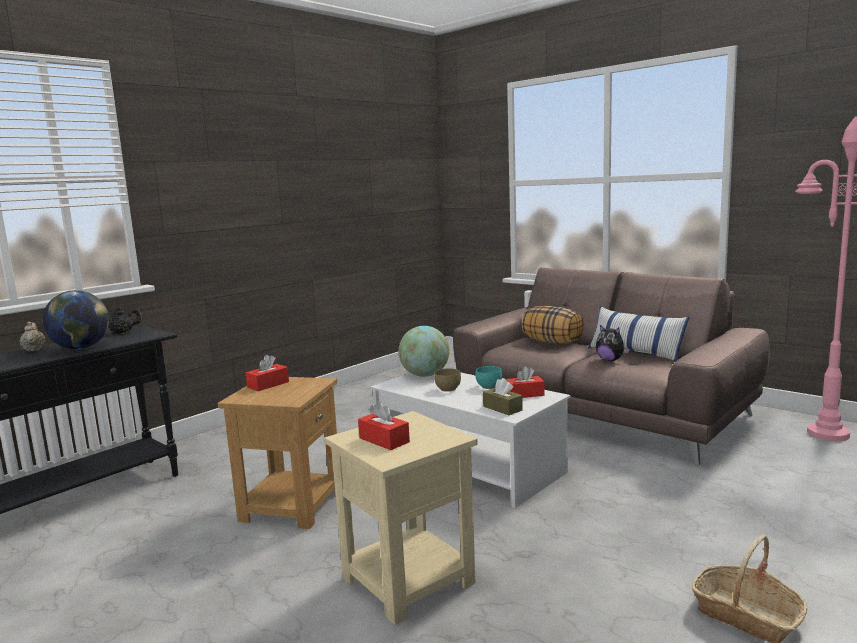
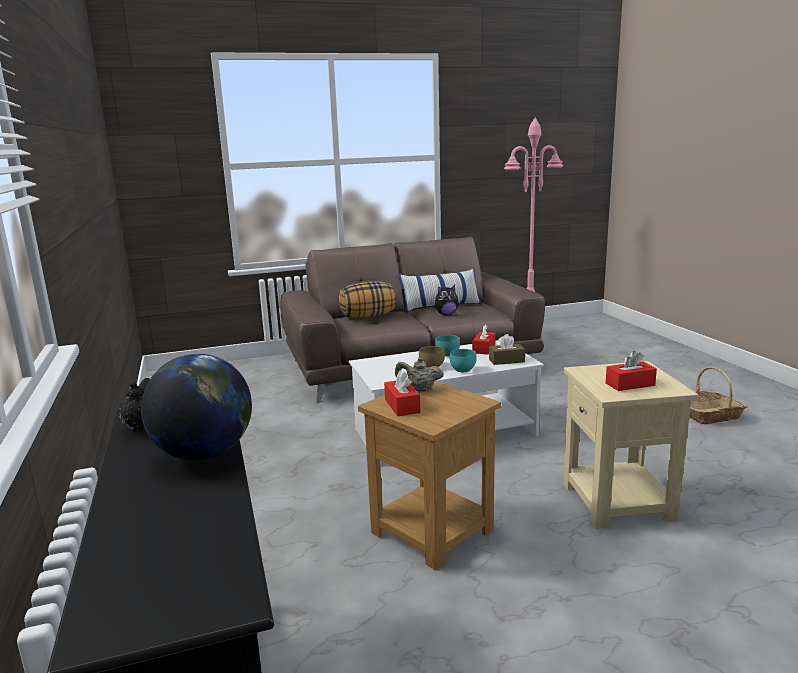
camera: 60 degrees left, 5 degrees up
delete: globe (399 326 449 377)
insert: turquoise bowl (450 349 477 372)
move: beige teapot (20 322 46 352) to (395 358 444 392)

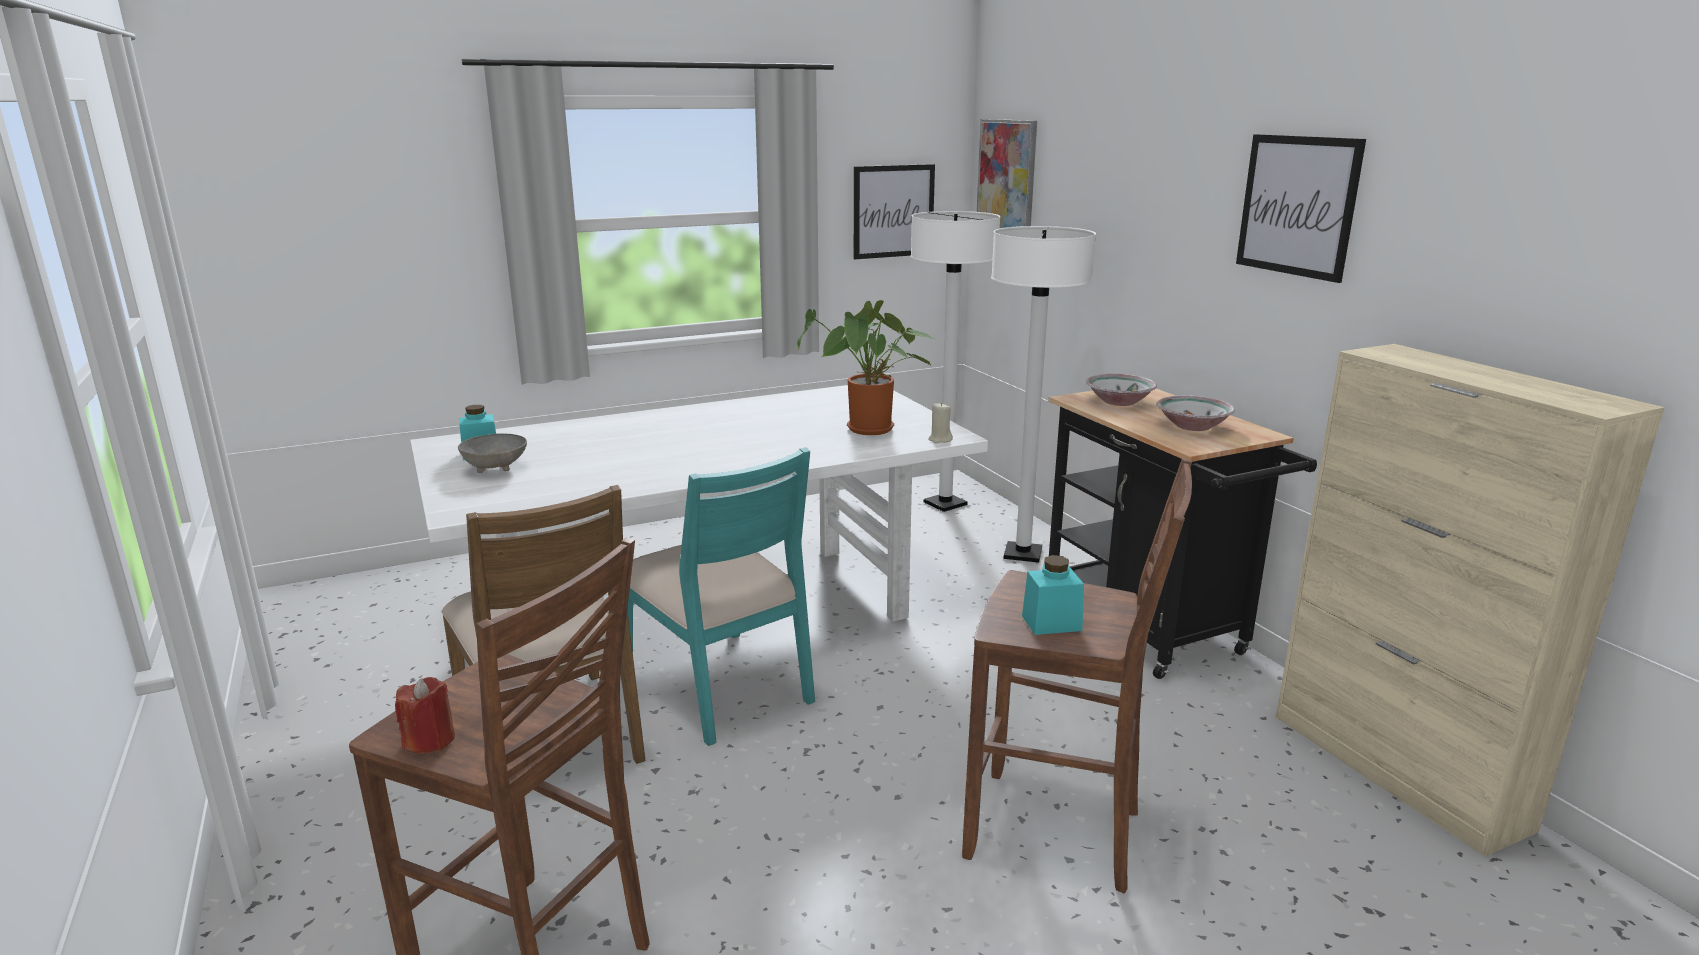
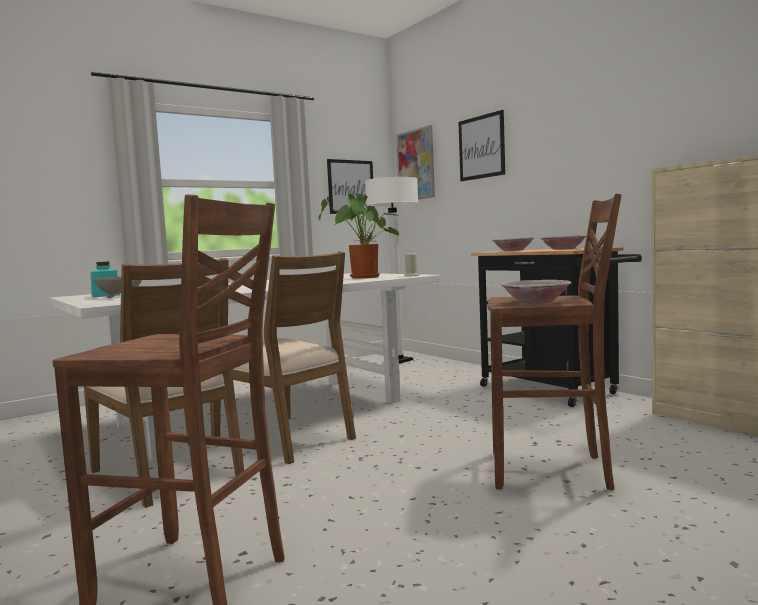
camera: 10 degrees left, 15 degrees down
delete: red candle (395 677 455 754); white floor lamp (991 226 1096 563)
move: picture (1236 134 1366 283) to (458 110 505 181)
replace: turquoise jar (1022 555 1084 635) to bowl (501 280 571 304)
recolor: turquoise chair (627 447 815 746) to brown chair (210 251 356 464)

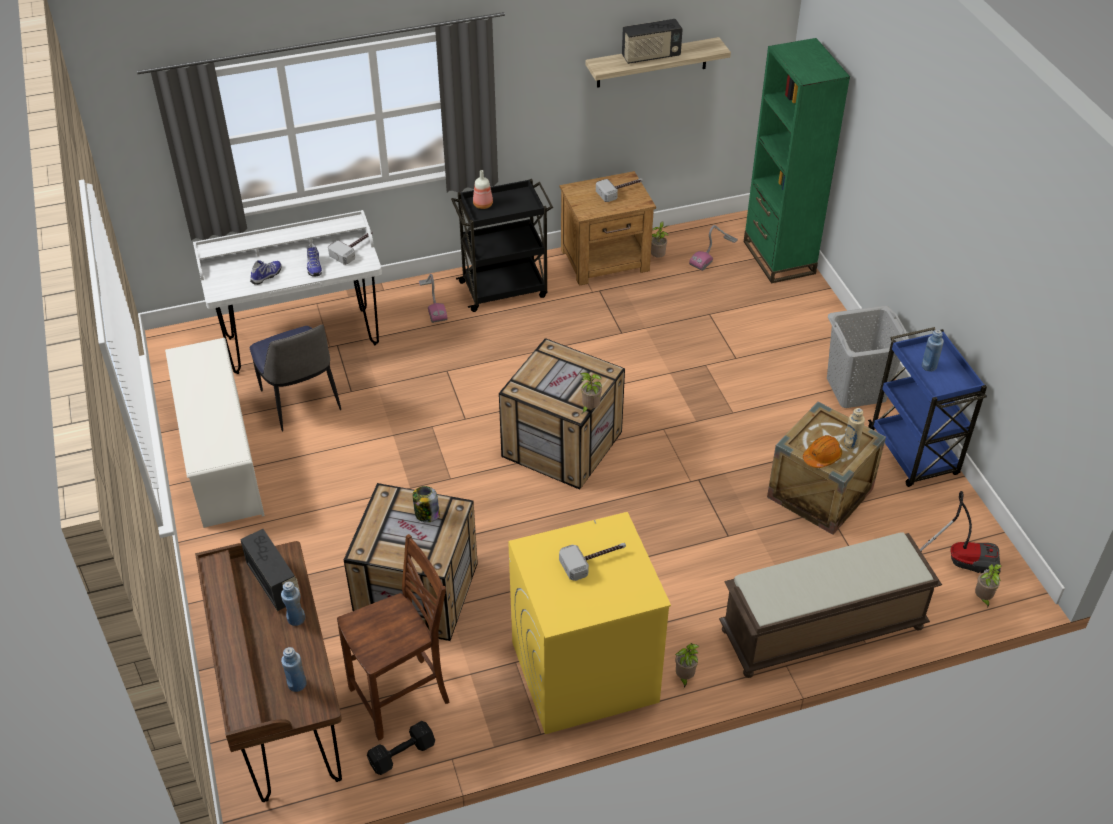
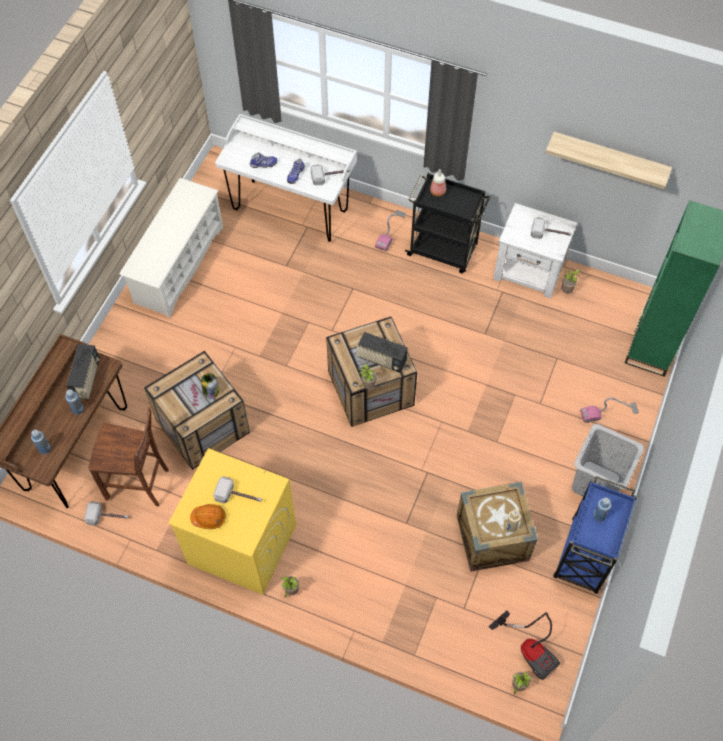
camera: 40 degrees right, 15 degrees up
delete: chair (250 324 341 432); brown bench (719 532 942 678)
move: radio (622 19 683 64) to (357 332 408 373); vacuum cleaner (689 225 738 270) to (580 397 639 423); orange hard hat (803 435 842 468) to (190 504 226 529)
replace: black dumbbell (367 721 435 775) to hammer (84 501 129 525)
recolor: brown nightstand (560 171 656 286) to white nightstand (493 203 577 298)

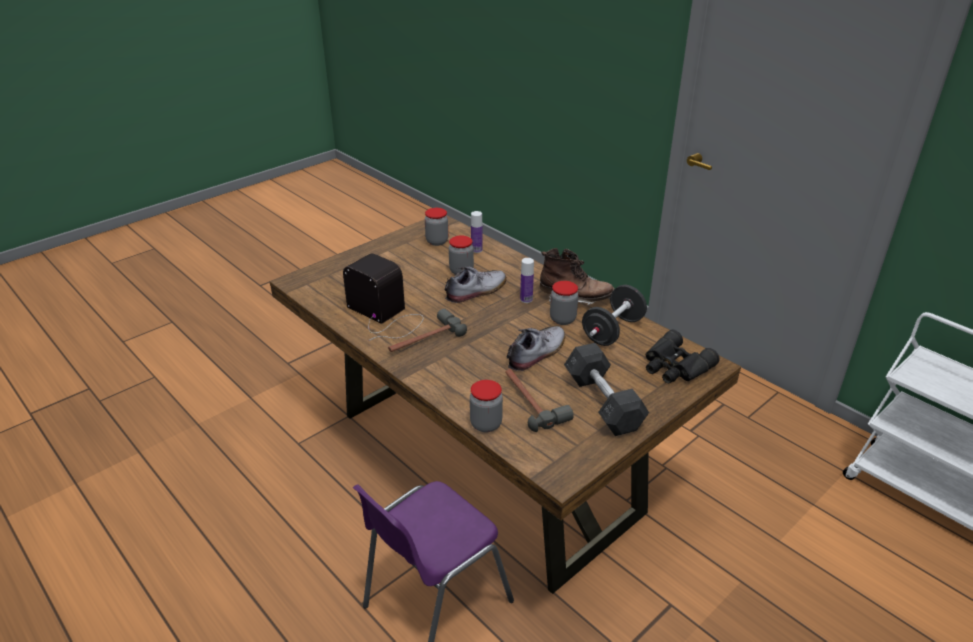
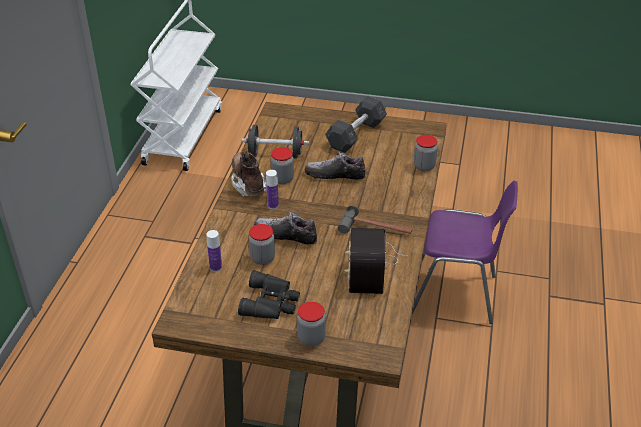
camera: 125 degrees left, 5 degrees up
delete: hammer (505 369 574 432)
move: jar (425 208 448 246) to (297 302 326 346); black binoculars (646 330 719 384) to (238 270 300 319)

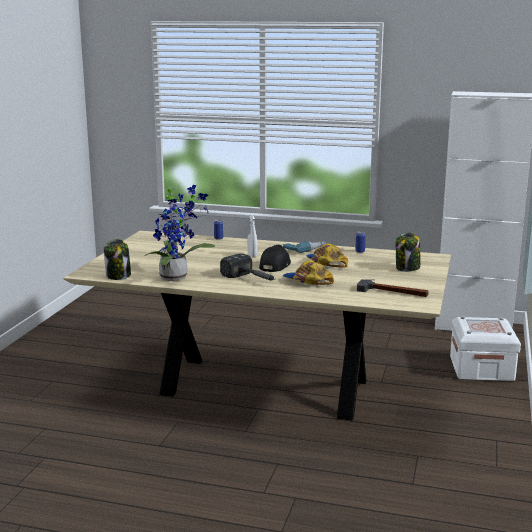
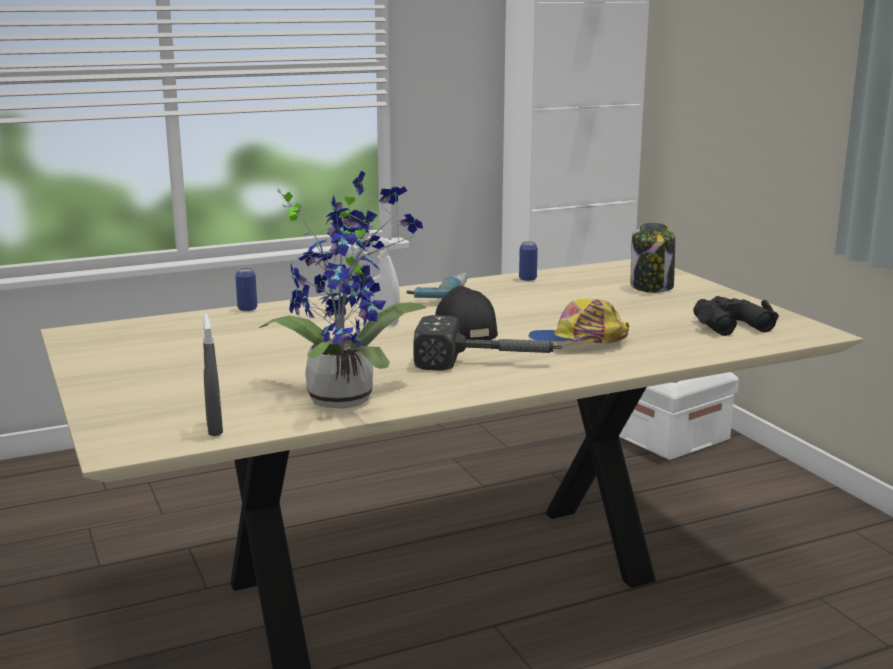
camera: 40 degrees left, 0 degrees up
delete: cap (306 244 348 268)
replace: jar (104 239 131 280) to grey spray bottle (203 314 223 436); hammer (357 279 429 297) to black binoculars (693 296 779 336)

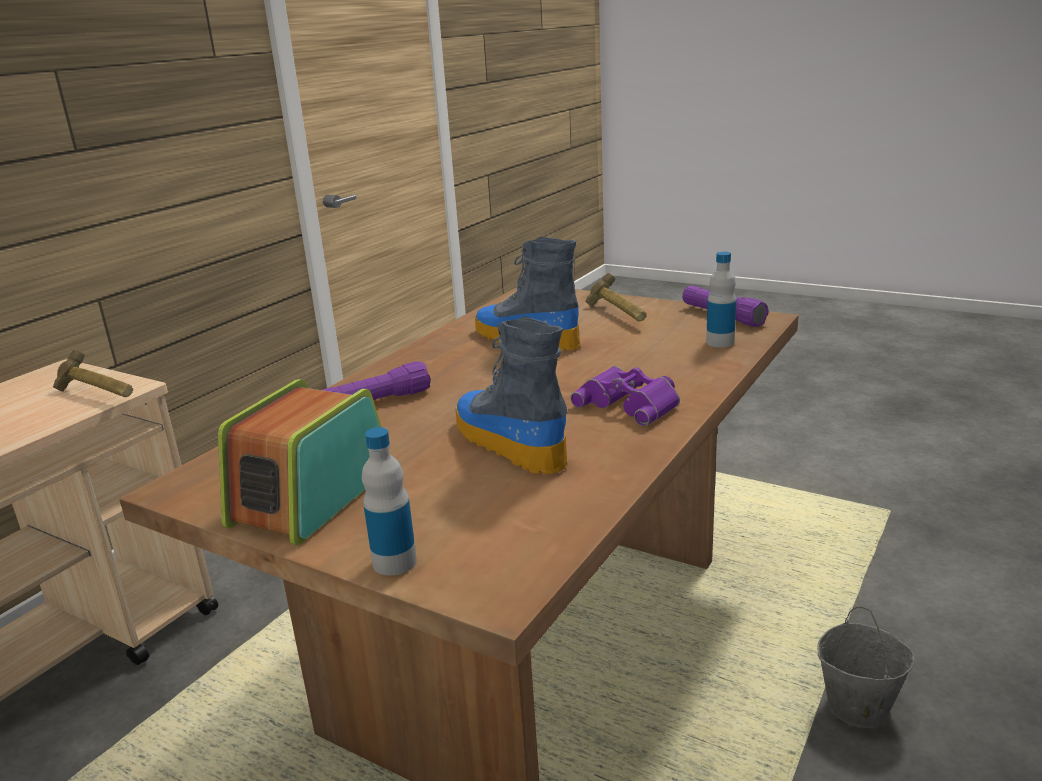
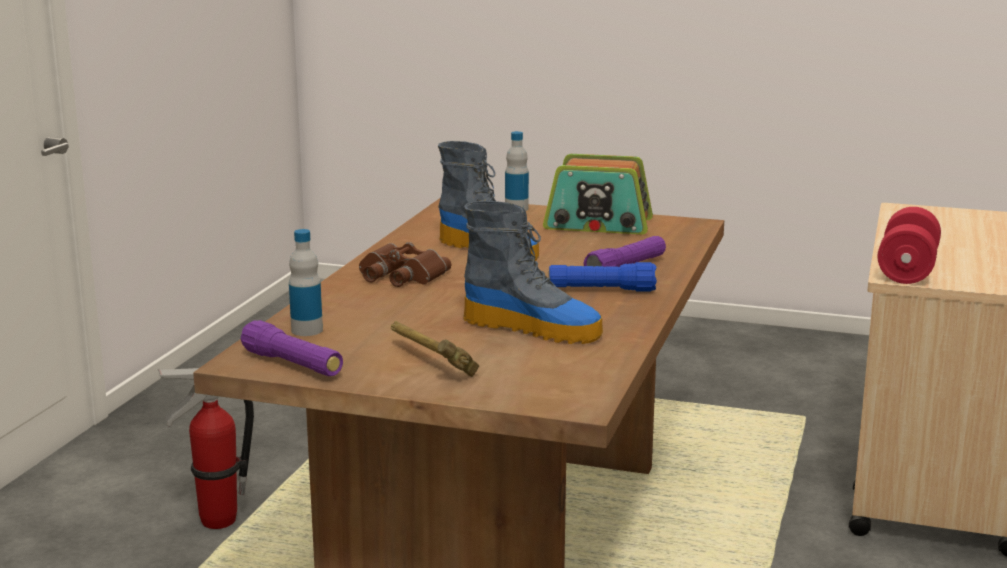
camera: 165 degrees right, 5 degrees down
insert: blue flashlight (549 262 657 292)
replace: hammer (53 350 133 397) to red dumbbell (878 207 941 284); grey bucket (817 607 915 728) to fire extinguisher (158 368 254 529)
recolor: purple binoculars (571 366 680 426) to brown binoculars (359 242 451 287)
rotate: radio (218 379 382 545) = (543 154 653 234) 90 degrees clockwise

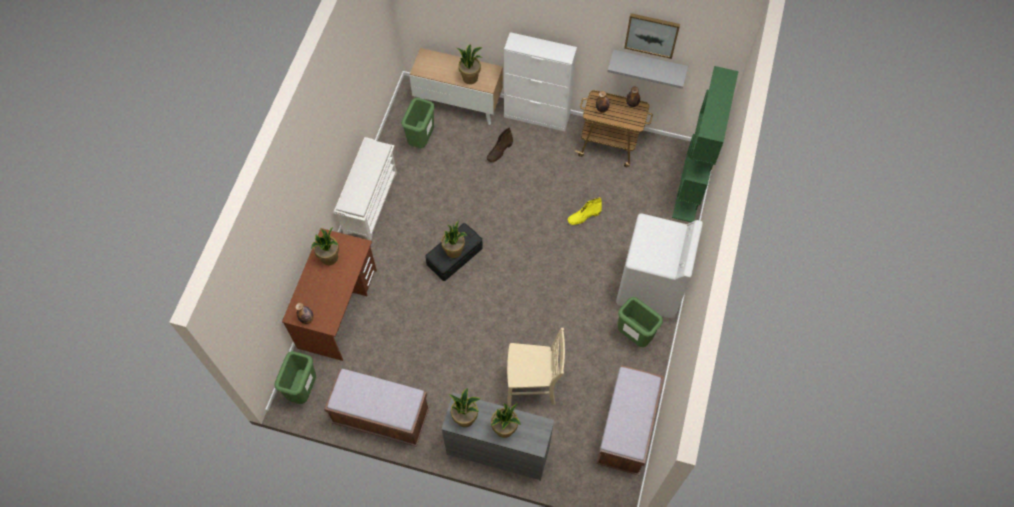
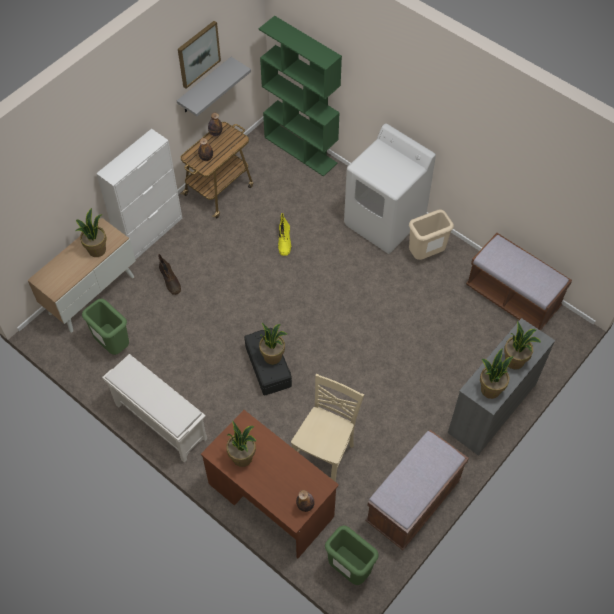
camera: 65 degrees left, 5 degrees down
move: beige chair (507 328 565 405) to (291 374 364 482)
recolor: green trash can (618 297 663 347) to beige trash can (409 209 454 260)

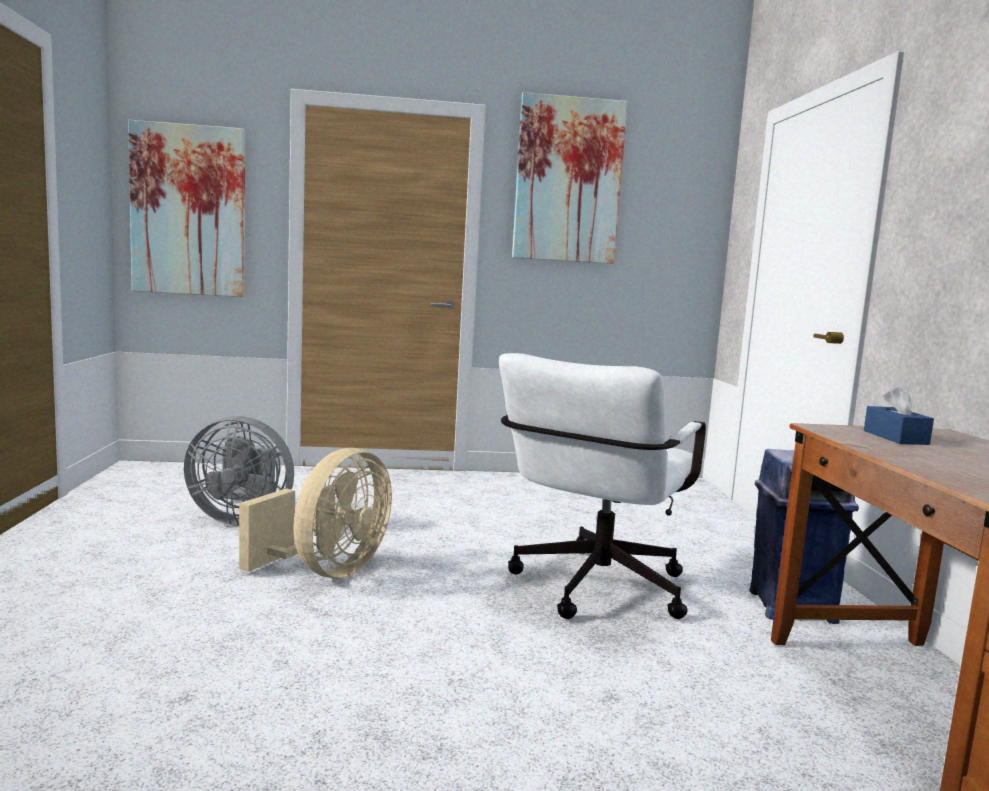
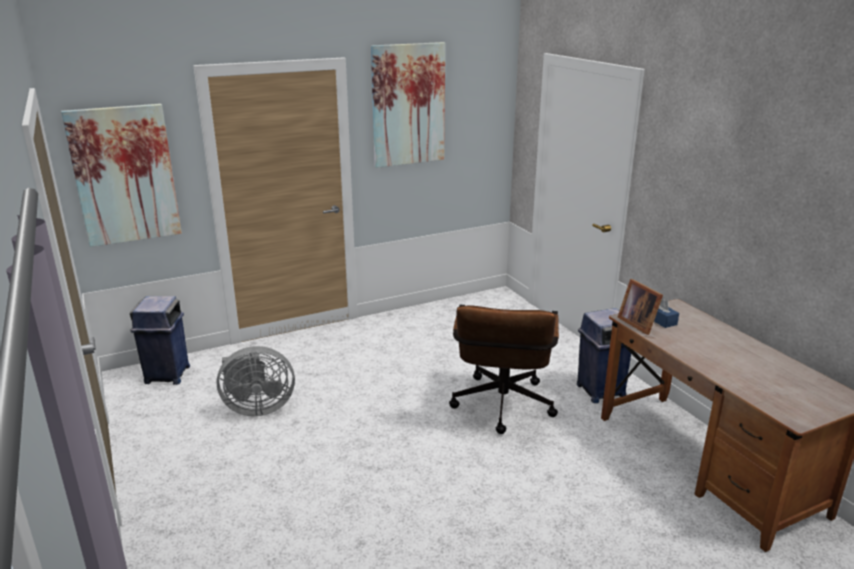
camera: 20 degrees left, 15 degrees up
delete: beige fan (239 448 392 578)
insert: blue trash can (130 296 190 385); picture frame (618 279 663 335)
recolor: white office chair (499 353 706 619) to brown office chair (449 305 559 434)

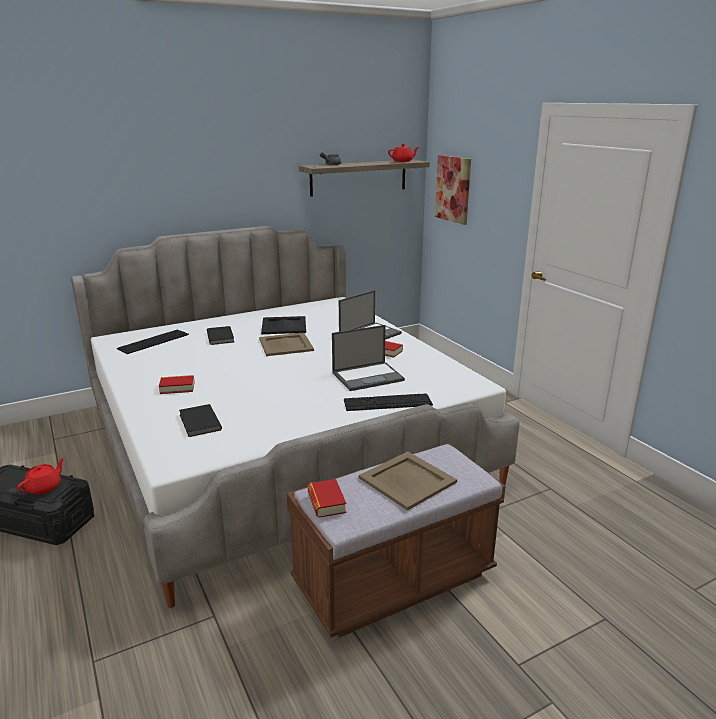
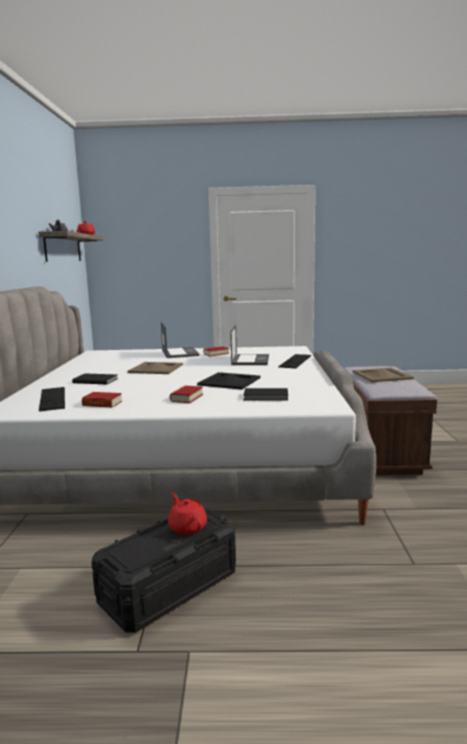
camera: 60 degrees left, 10 degrees down
delete: picture (435 155 471 225)
move: black tray (261 316 306 334) to (197 372 261 390); book (308 479 346 518) to (82 392 122 408)

